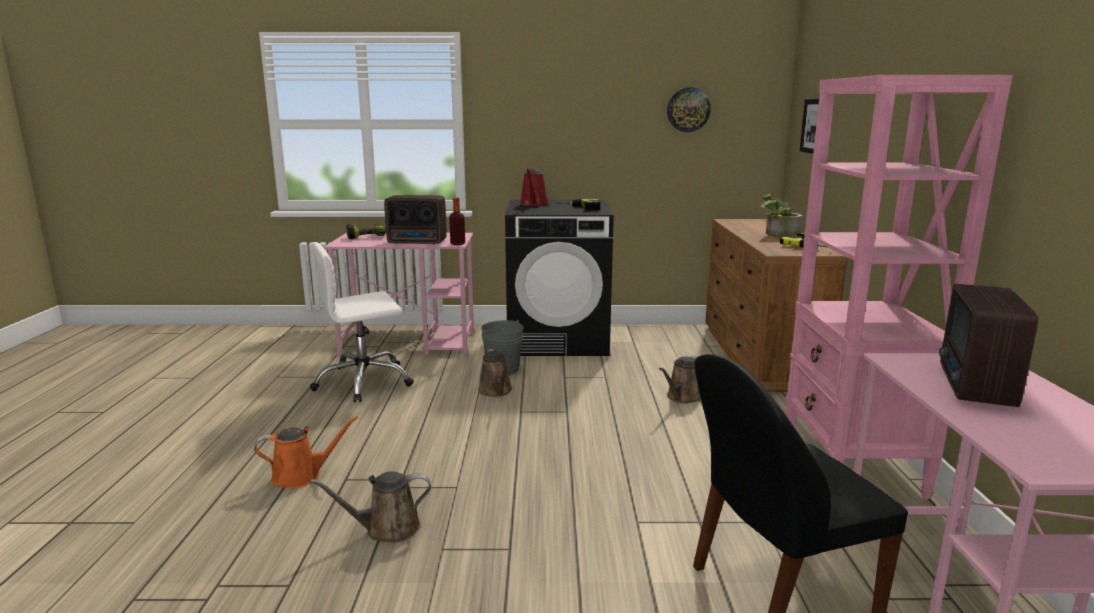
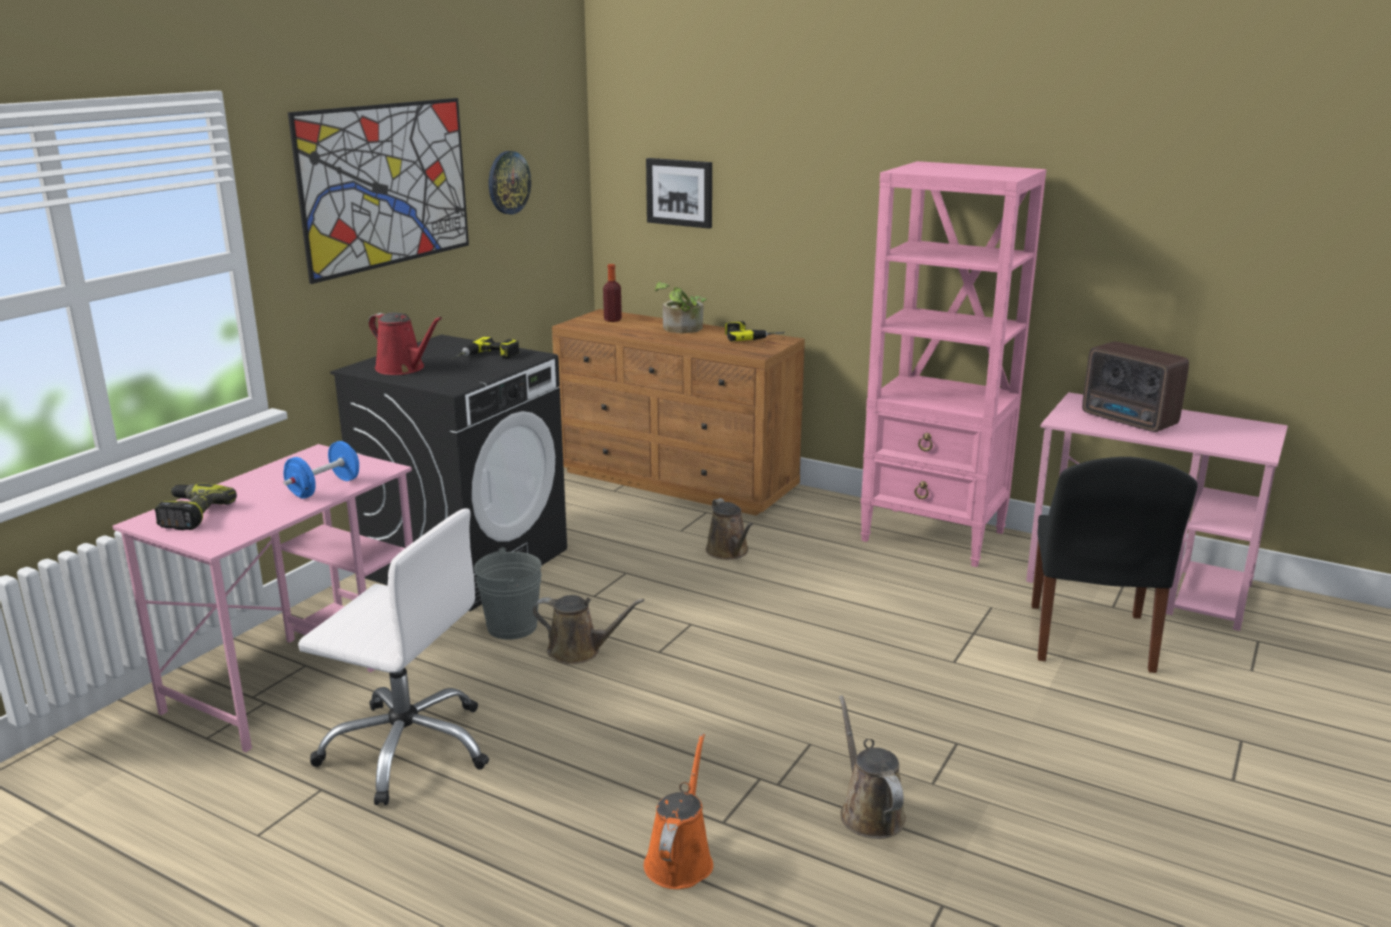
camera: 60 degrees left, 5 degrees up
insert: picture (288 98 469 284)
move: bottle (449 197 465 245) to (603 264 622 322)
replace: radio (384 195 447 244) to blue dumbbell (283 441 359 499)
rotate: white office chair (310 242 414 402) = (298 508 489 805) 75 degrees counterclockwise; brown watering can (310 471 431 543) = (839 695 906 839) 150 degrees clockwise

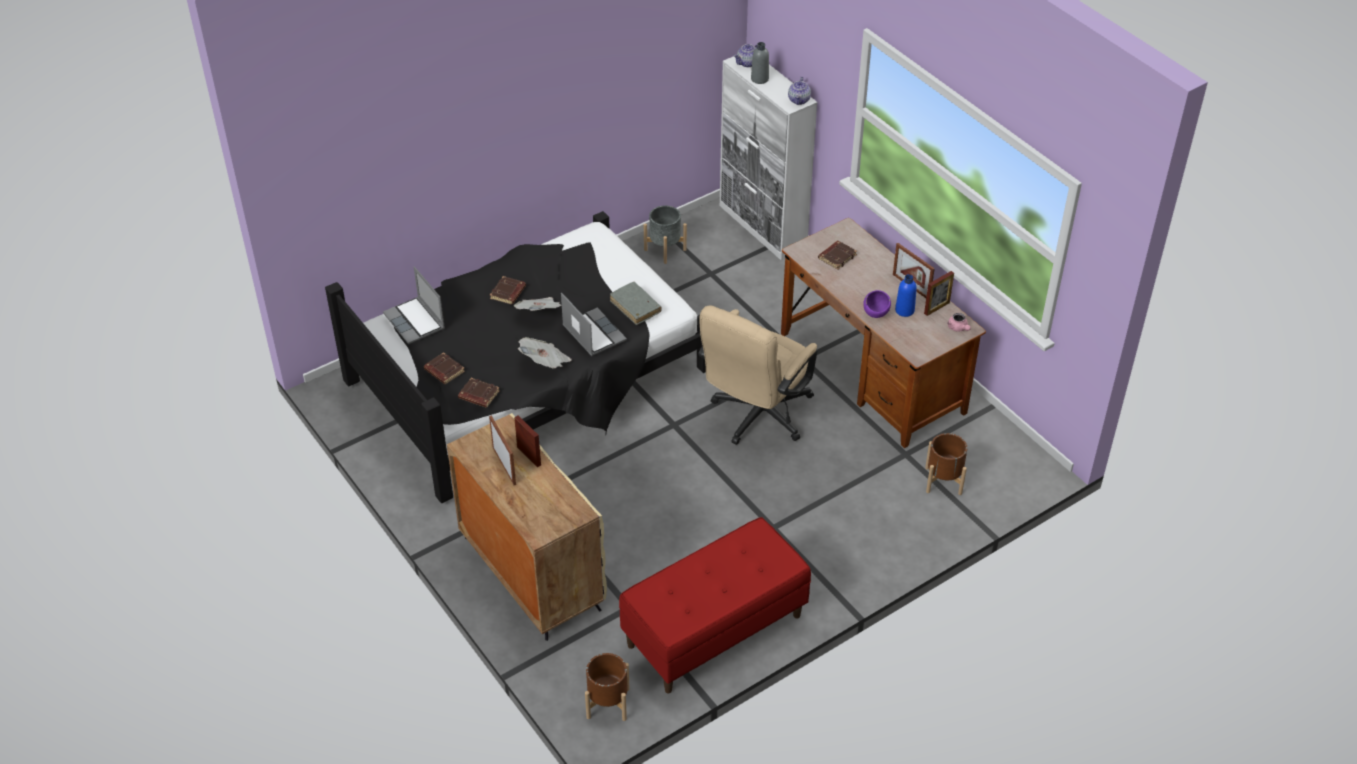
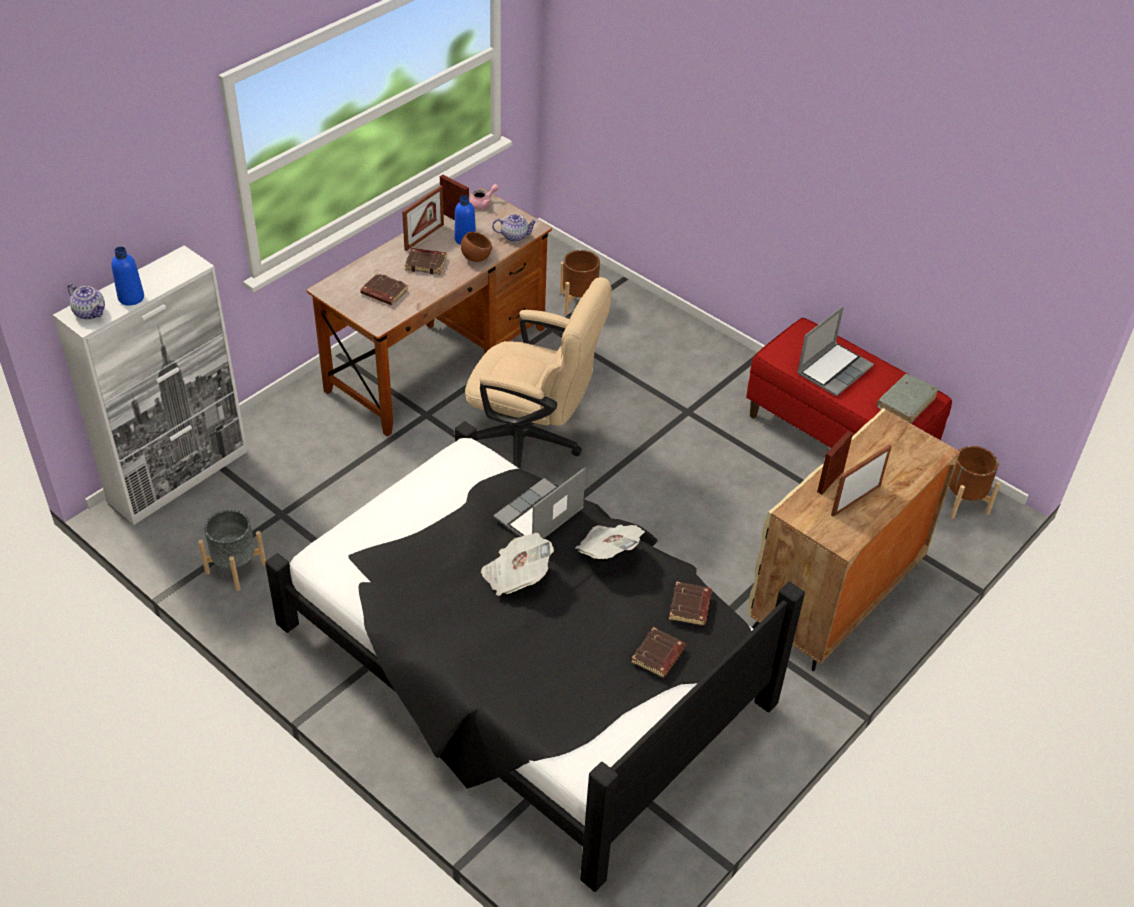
camera: 105 degrees left, 0 degrees up
move: laptop (383 267 445 344) to (797 306 874 396); brown book (490 276 526 305) to (405 248 447 274); grey book (610 282 661 325) to (877 374 938 423); teapot (788 77 811 105) to (492 214 538 242)
recolor: grey bottle (751 42 769 84) to blue bottle (111 247 144 306); purple bowl (863 290 891 318) to brown bowl (461 232 492 262)

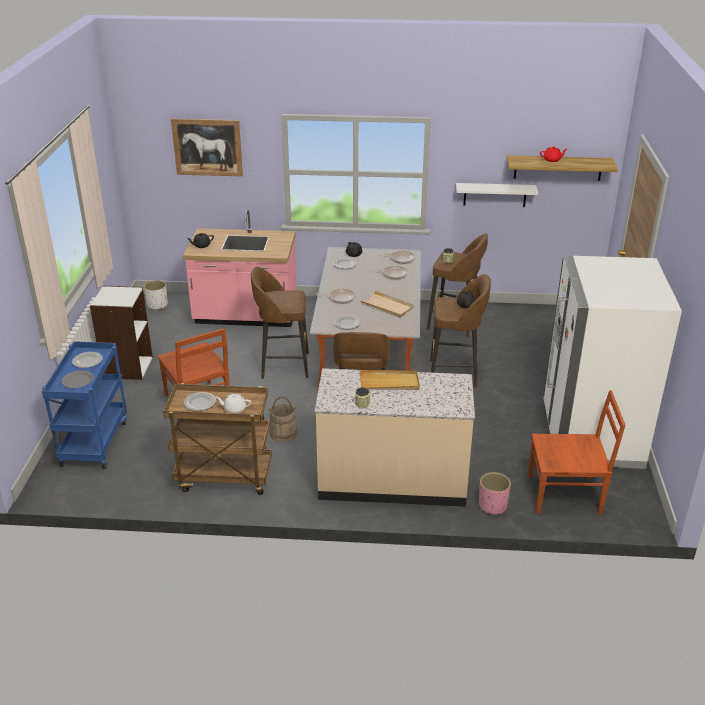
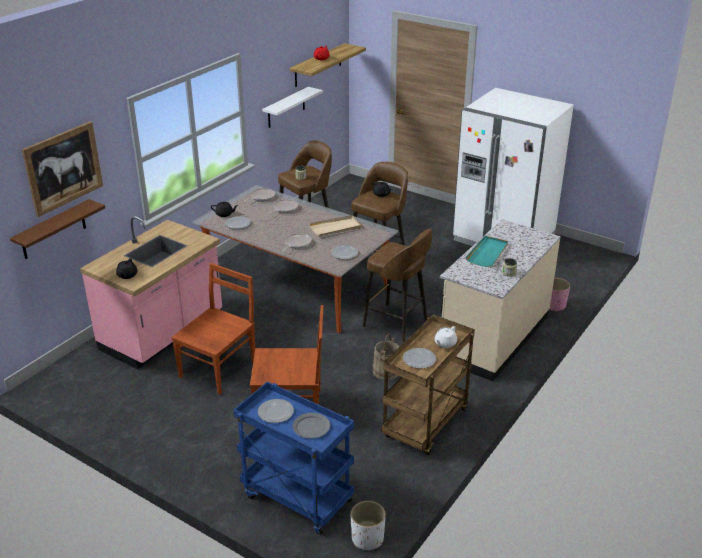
camera: 60 degrees left, 0 degrees up
delete: white bookcase (90 286 153 380); brown stool (251 267 309 379)
insert: brown shelf (10 199 105 259)
move: white planter (144 280 168 310) to (350 501 386 550); brown chair (528 390 625 515) to (171 263 255 395)
recolor: beige tray (360 370 420 390) to turquoise tray (465 236 508 267)

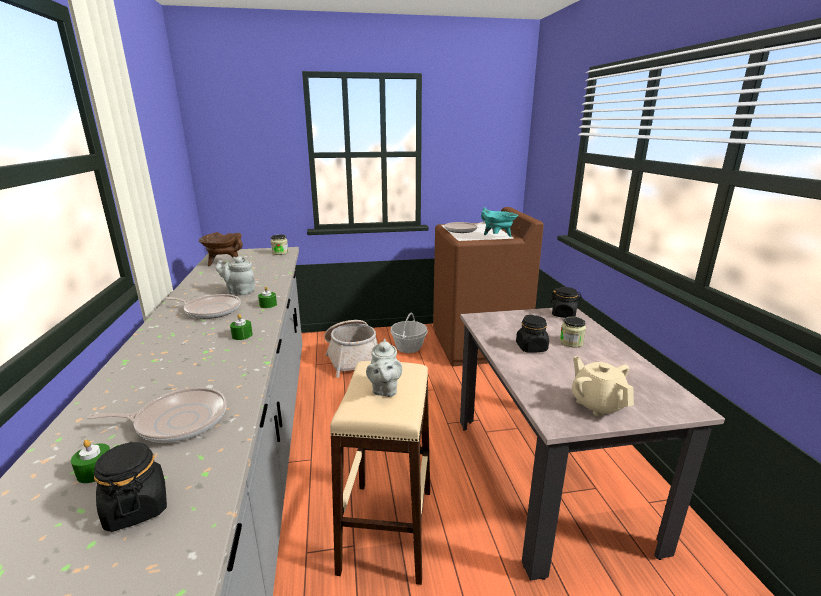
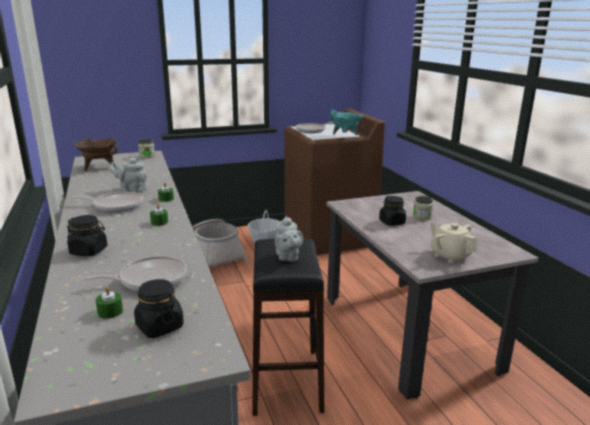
camera: 10 degrees left, 0 degrees up
move: black jar (550 287 582 318) to (67 215 107 256)
recolor: beige stool (330 361 430 585) to black stool (252 238 324 416)

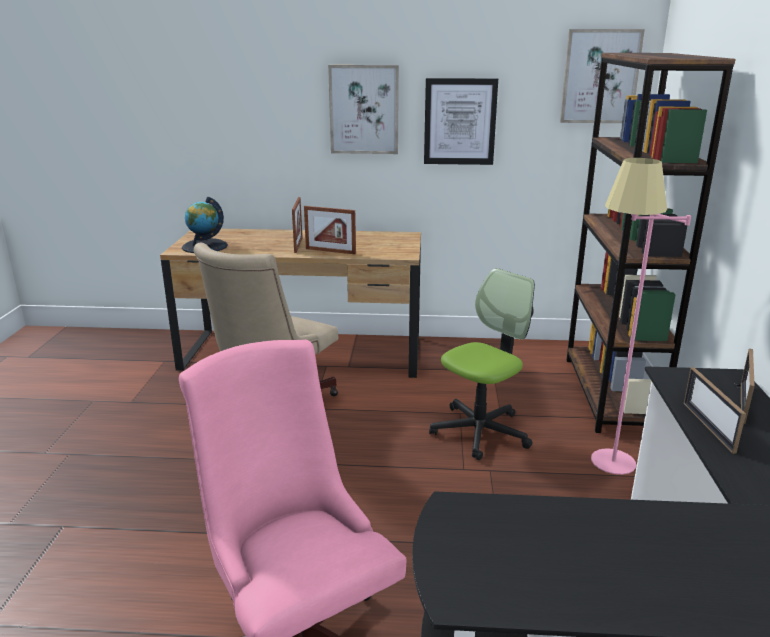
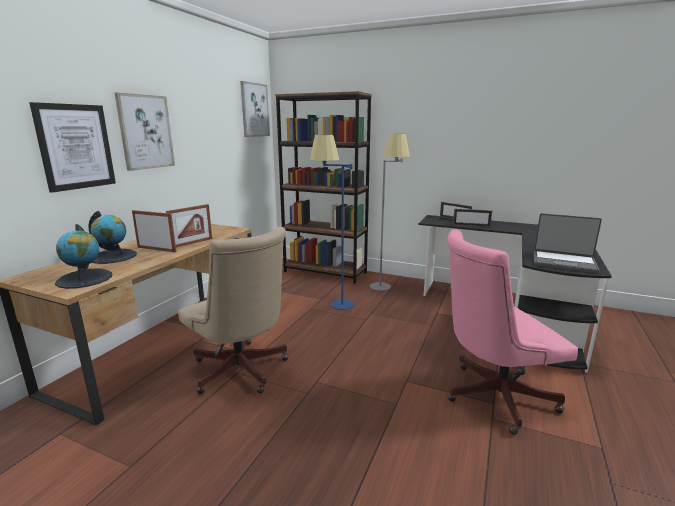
camera: 70 degrees left, 5 degrees down
insert: globe (88 211 137 264); laptop (534 213 602 273)
move: picture (424 78 498 165) to (29 102 116 193)
replace: office chair (429 268 535 460) to blue floor lamp (309 135 354 310)
recolor: pink floor lamp (591 158 691 475) to grey floor lamp (370 134 410 291)

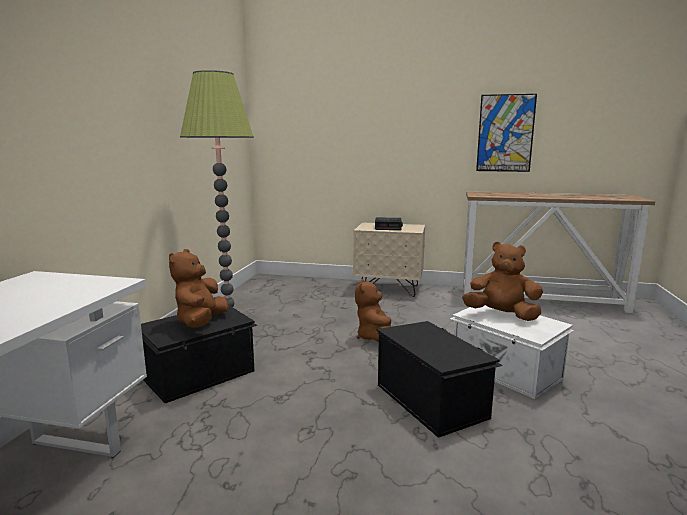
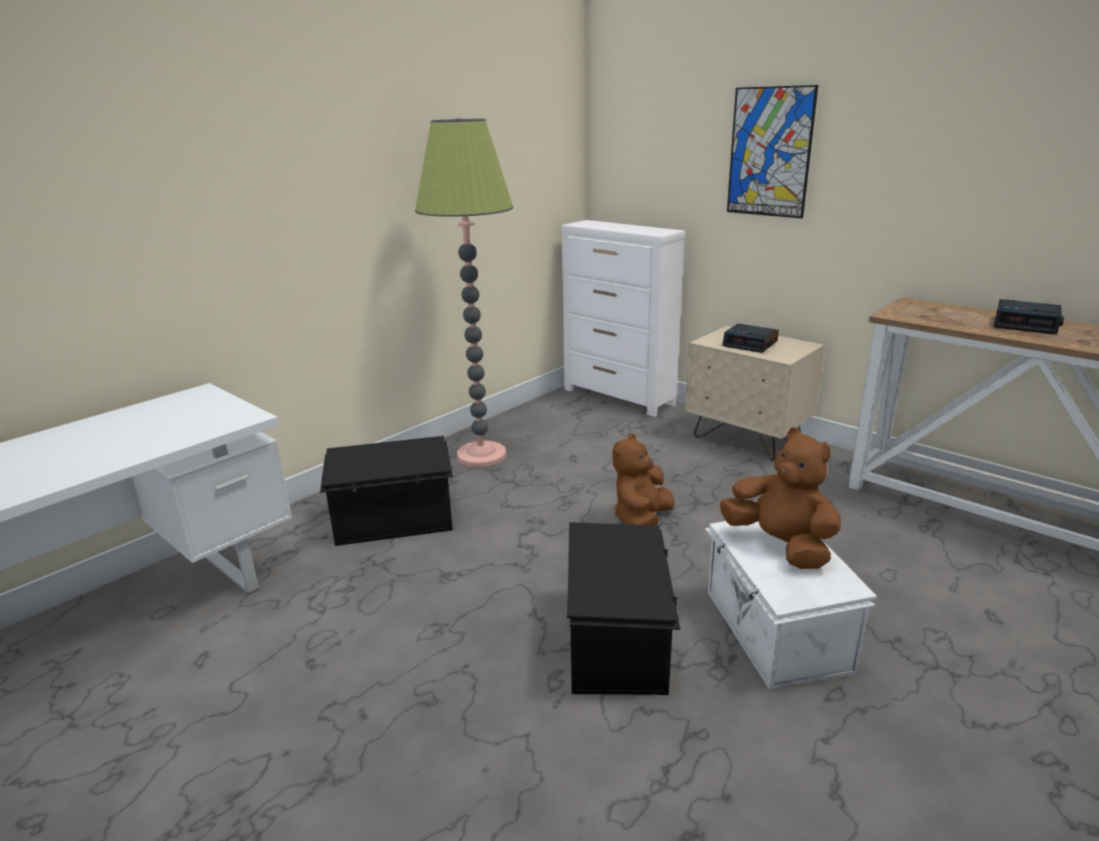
camera: 30 degrees right, 10 degrees up
delete: brown plush toy (169 249 229 328)
insert: white dresser (561 220 686 417); alarm clock (994 299 1064 334)
move: picture (476 94 537 172) to (727 85 818 218)

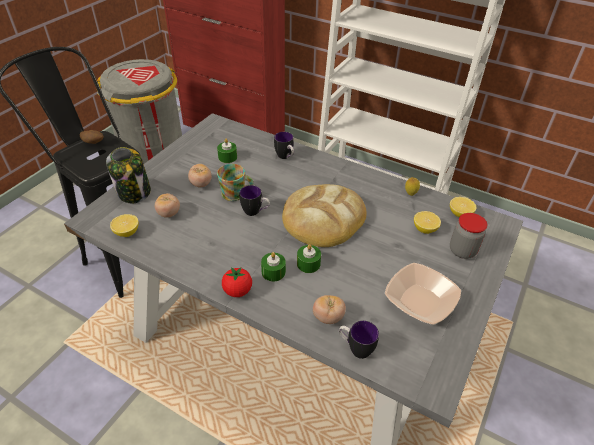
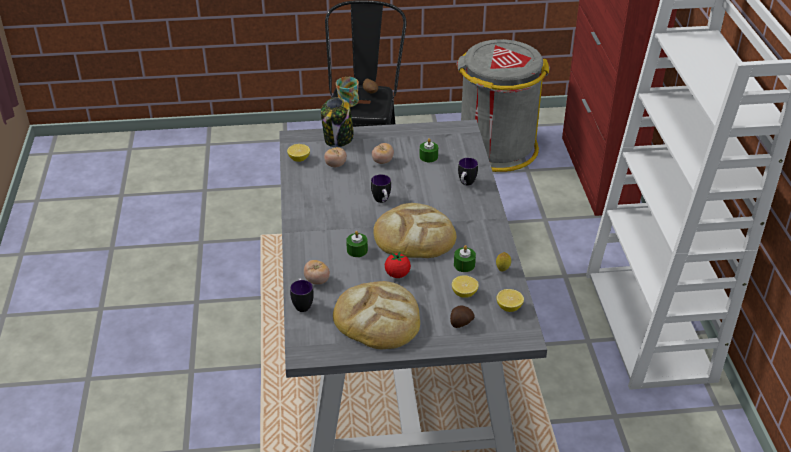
camera: 55 degrees right, 5 degrees down
move: mug (217 164 254 201) to (336 77 359 107); tomato (222 267 252 297) to (385 252 411 278); green candle (261 252 286 282) to (454 245 476 272)
replace: bowl (385 263 461 325) to bread (333 281 420 349); jar (450 213 487 259) to potato (450 305 475 328)

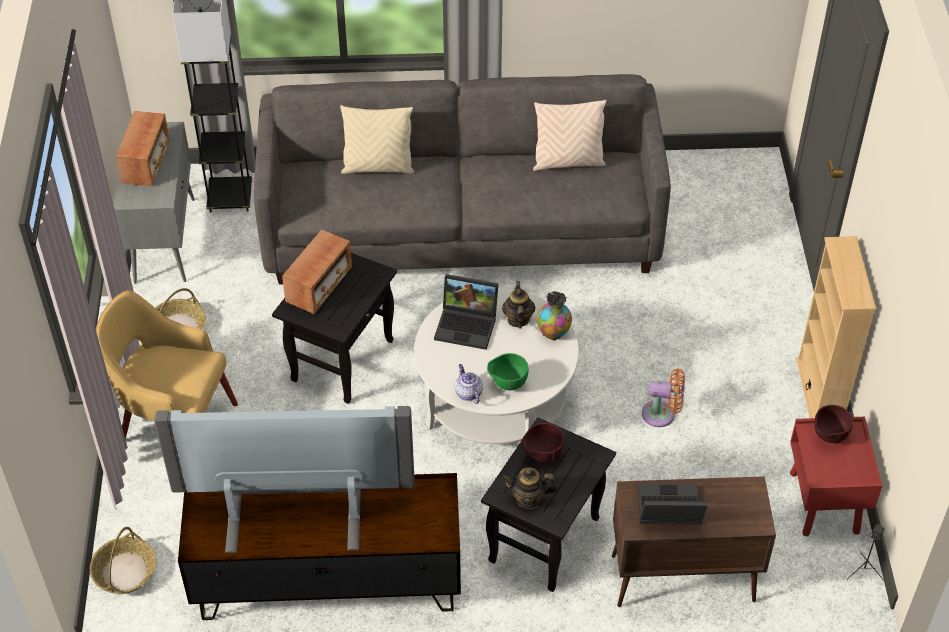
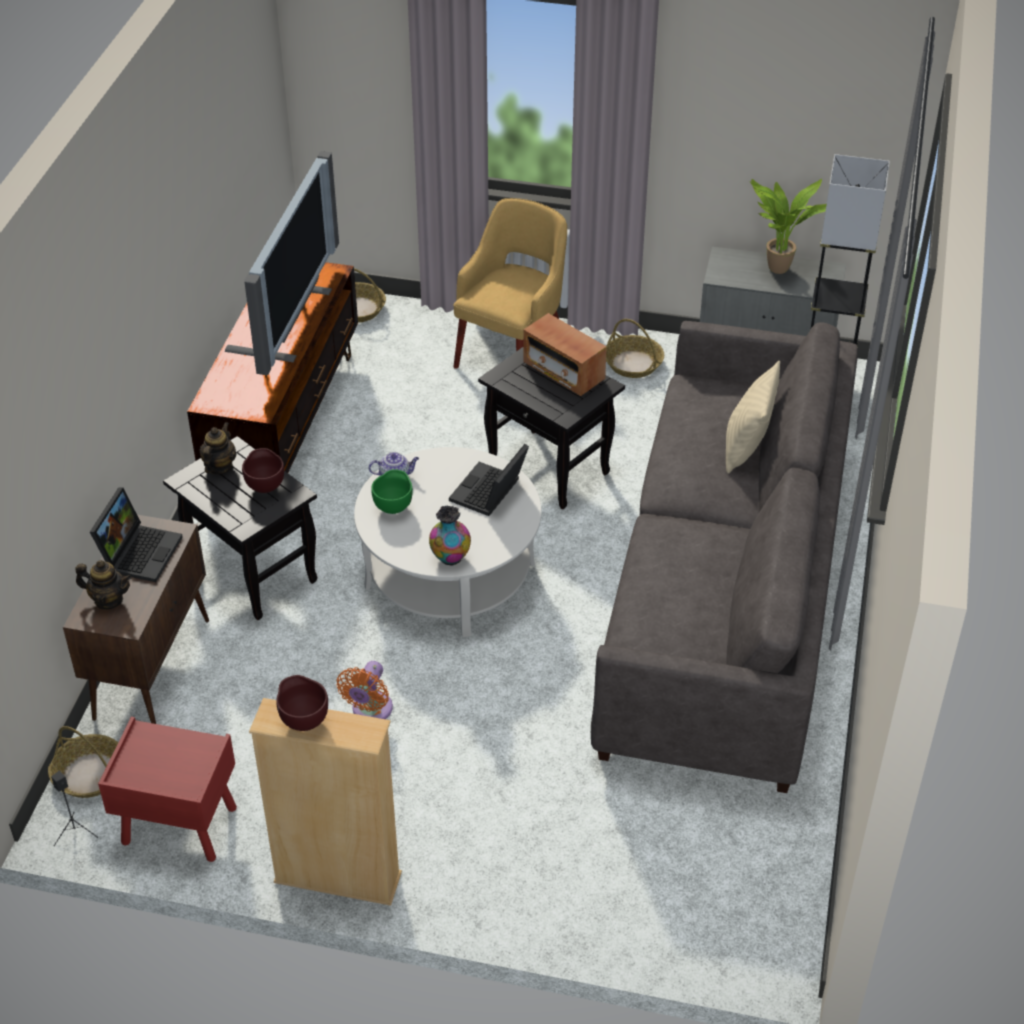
camera: 105 degrees right, 5 degrees down
delete: beige pillow (533 100 607 171)
insert: basket (48 726 118 798)
move: teapot (502 281 536 329) to (76 560 132 609); brown bowl (814 405 853 443) to (276 675 328 731)
replace: radio (116 111 170 186) to potted plant (750 179 827 274)

